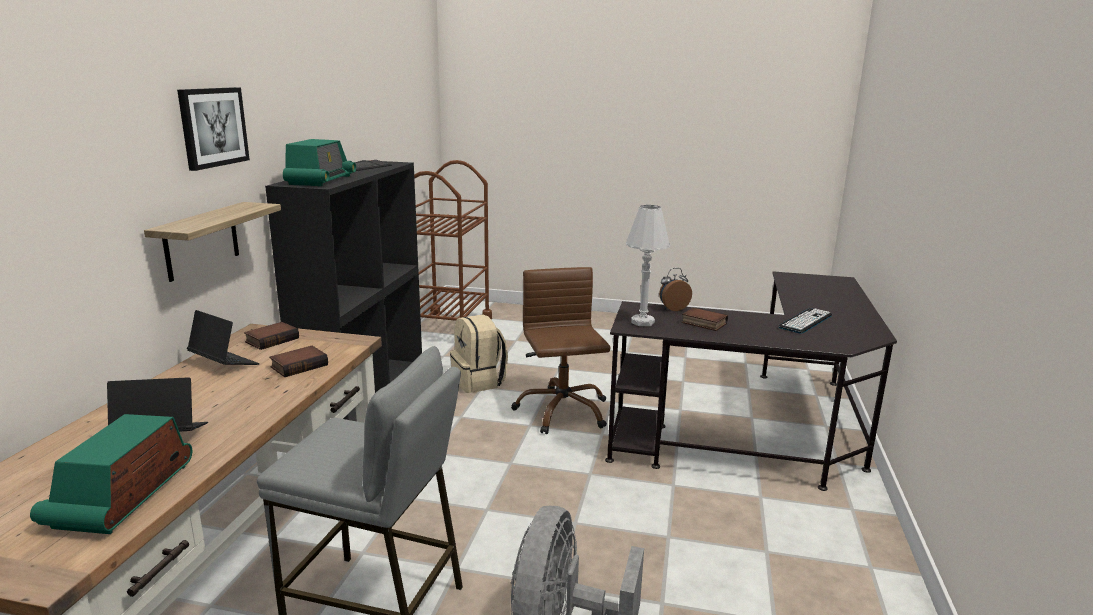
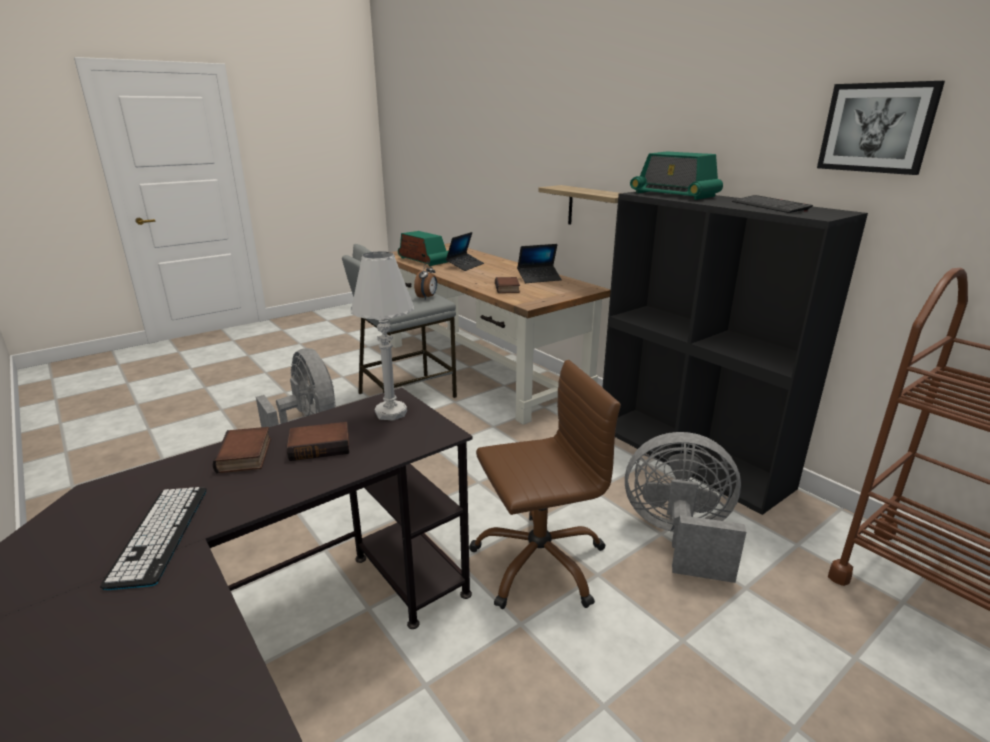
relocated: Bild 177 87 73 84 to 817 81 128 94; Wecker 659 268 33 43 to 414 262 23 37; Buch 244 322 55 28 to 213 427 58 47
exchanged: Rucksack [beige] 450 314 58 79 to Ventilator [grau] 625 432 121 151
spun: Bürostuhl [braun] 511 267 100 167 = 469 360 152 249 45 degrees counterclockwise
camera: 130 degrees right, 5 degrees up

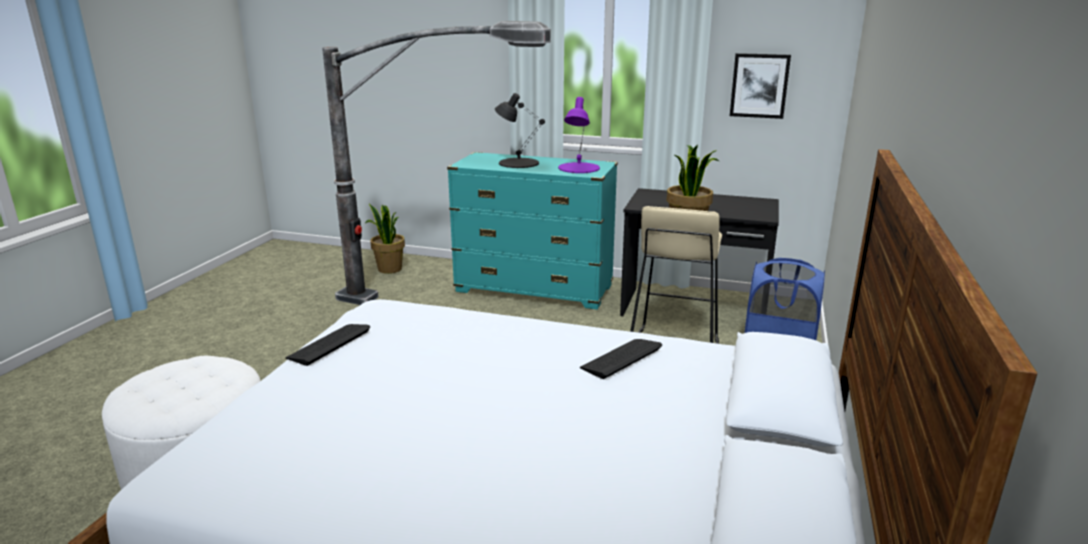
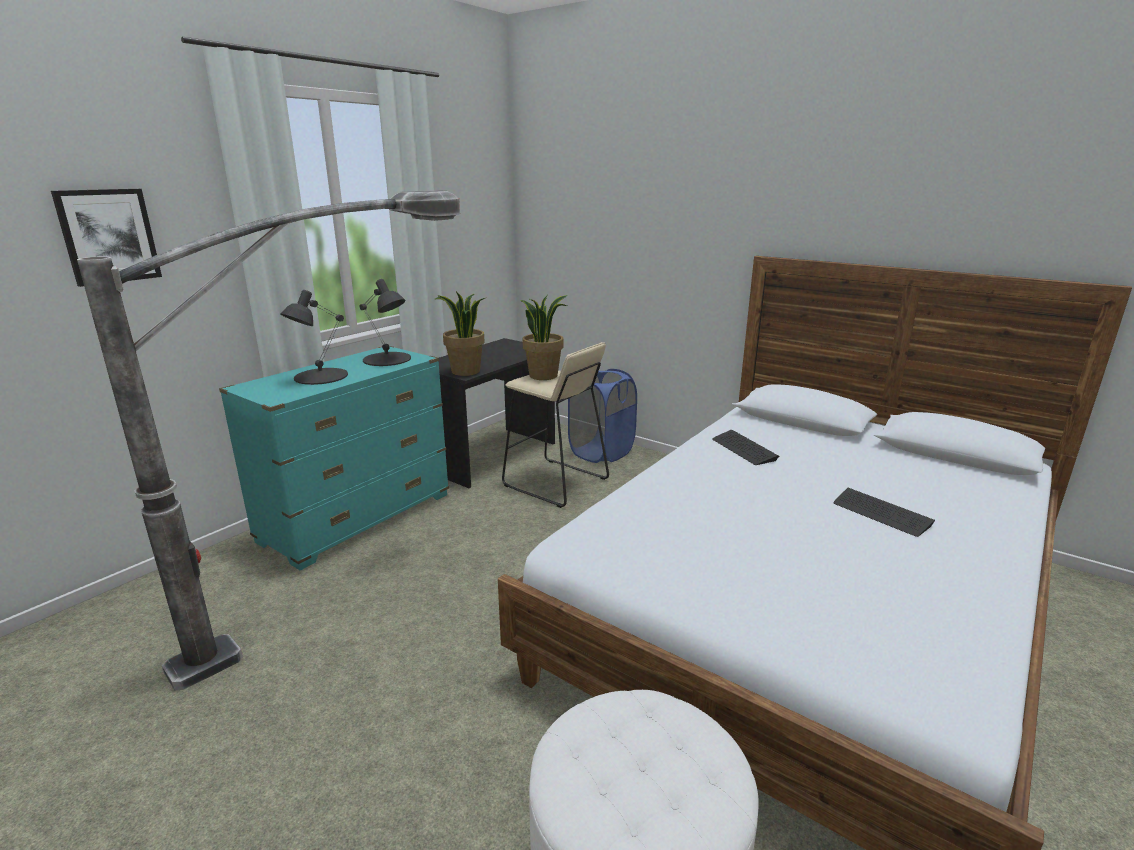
relocated: Bild 730 53 61 66 to 51 189 111 98; Topfpflanze 365 204 40 70 to 435 291 50 85; Tastatur 285 324 85 42 to 834 488 101 49
colour: Tischlampe [lila] 558 97 42 76 to Tischlampe [schwarz] 360 279 51 87
camera: 70 degrees left, 0 degrees up

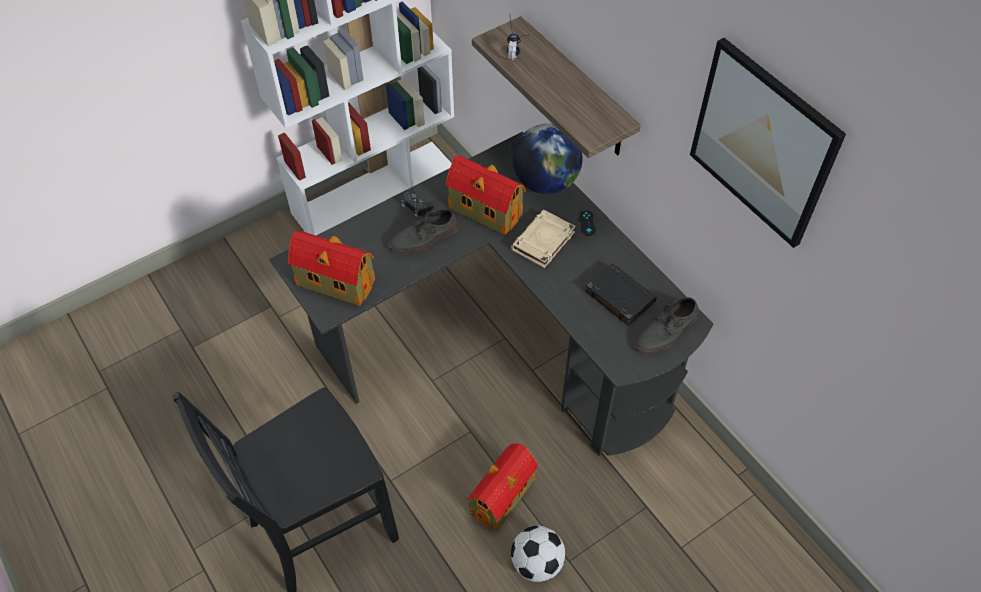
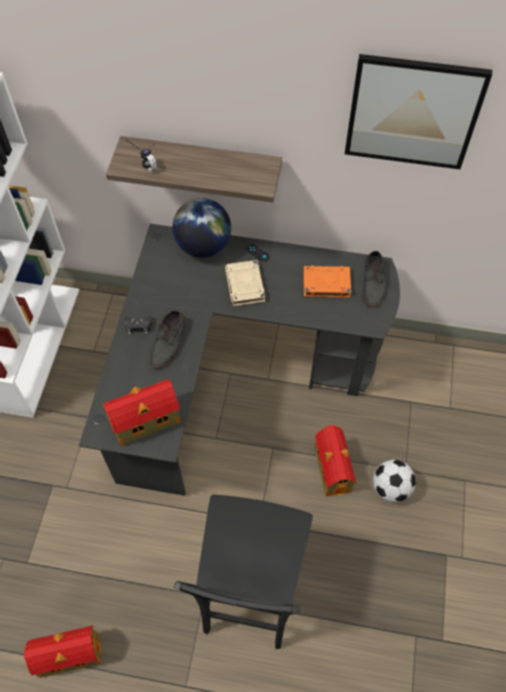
relocated: Spielzeughaus 446 155 80 80 to 24 625 77 53
colour: Buch [schwarz] 585 263 72 62 to Buch [orange] 304 266 47 32
camera: 45 degrees left, 5 degrees up

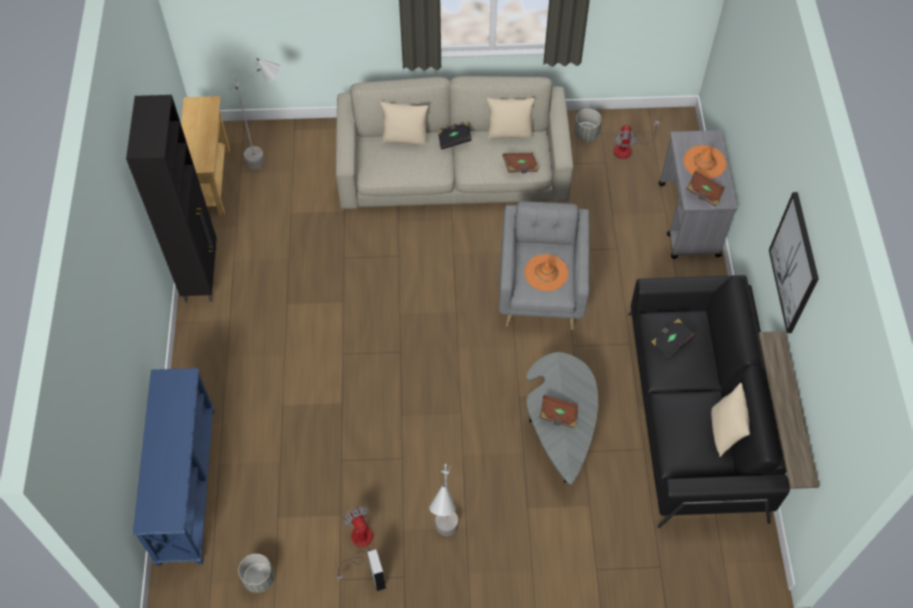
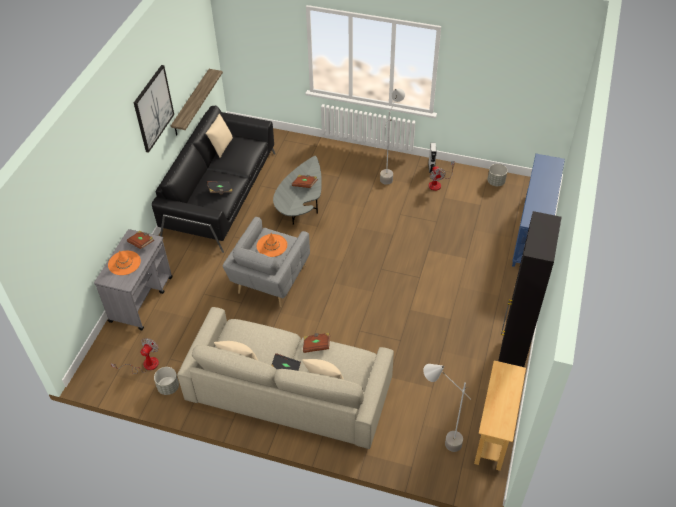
relocated: Buch [braun] 502 153 37 21 to 303 333 27 20
camera: 160 degrees left, 10 degrees down

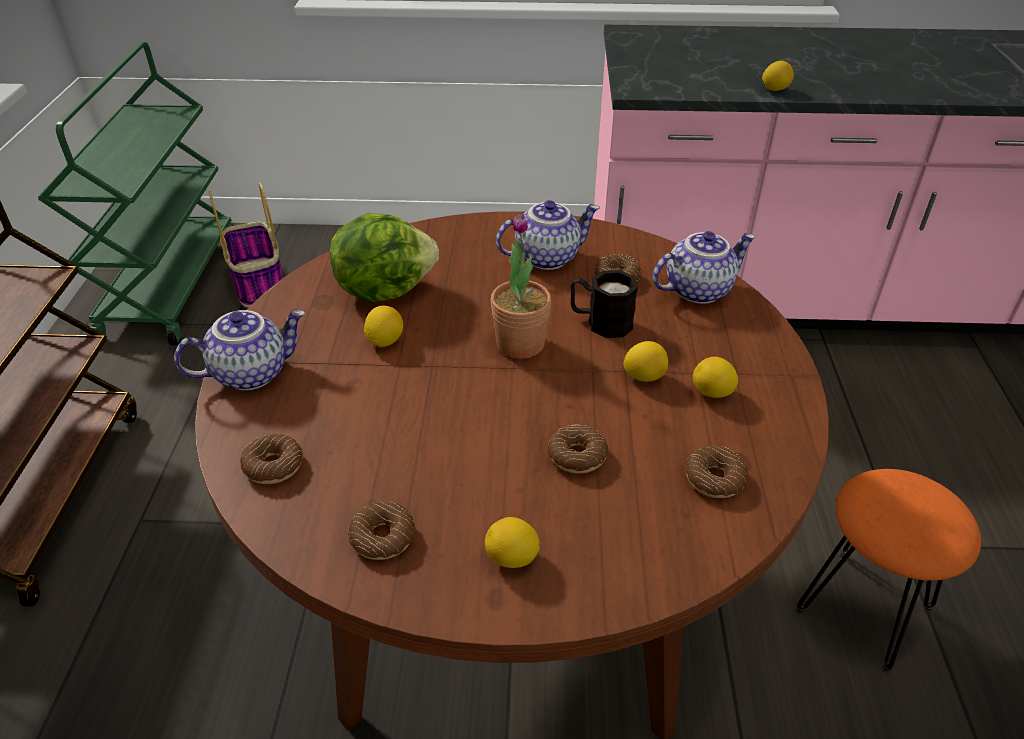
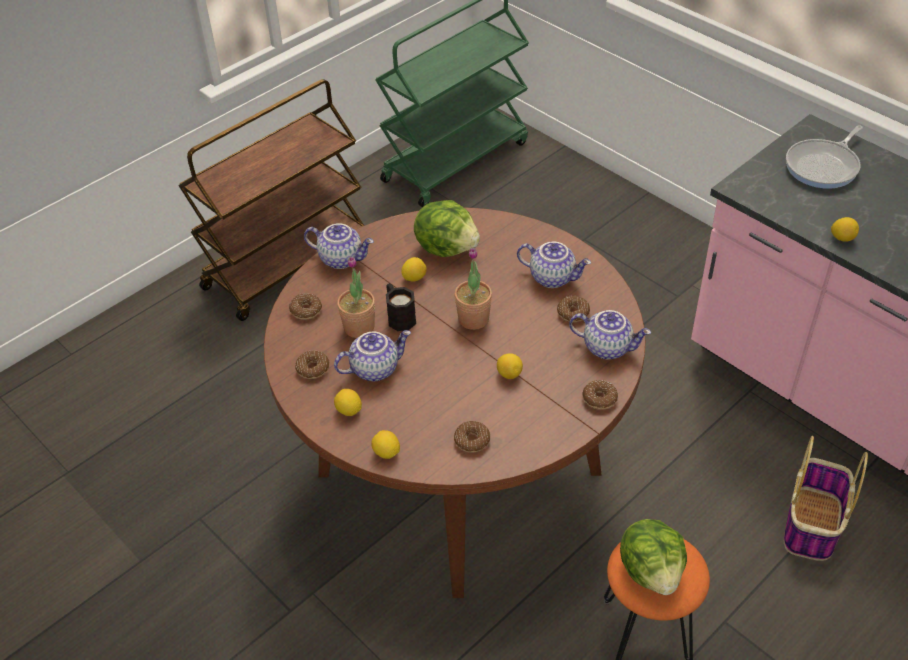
appeared: Pfanne 786 125 77 64; Topfpflanze 337 256 38 82; Teekanne 334 330 77 51; Salatkopf 620 519 67 76
relocated: Korb 209 182 74 125 to 784 436 84 125; Henkelbecher [schwarz] 570 270 68 68 to 386 283 30 48; Zitrone 693 357 45 41 to 371 430 29 29; Donut 548 425 61 49 to 583 380 35 30
camera: 45 degrees right, 5 degrees up

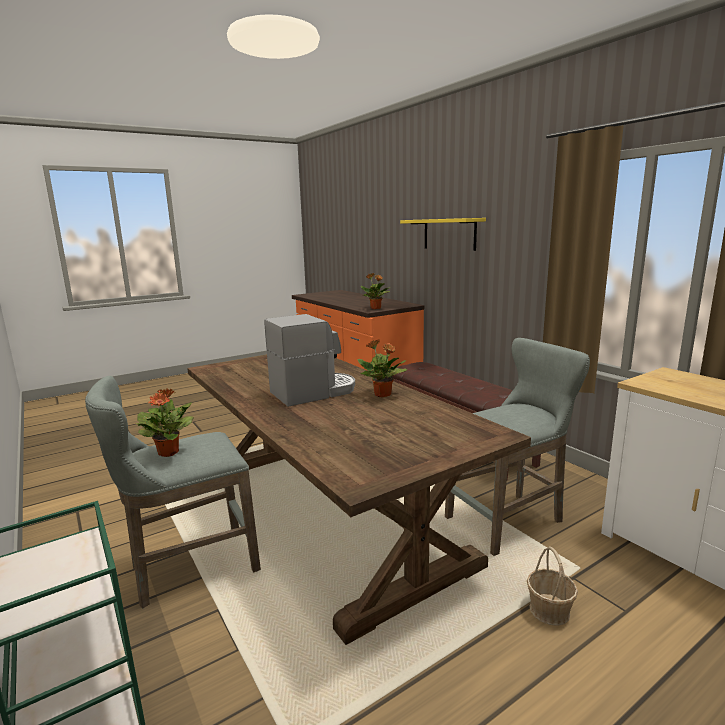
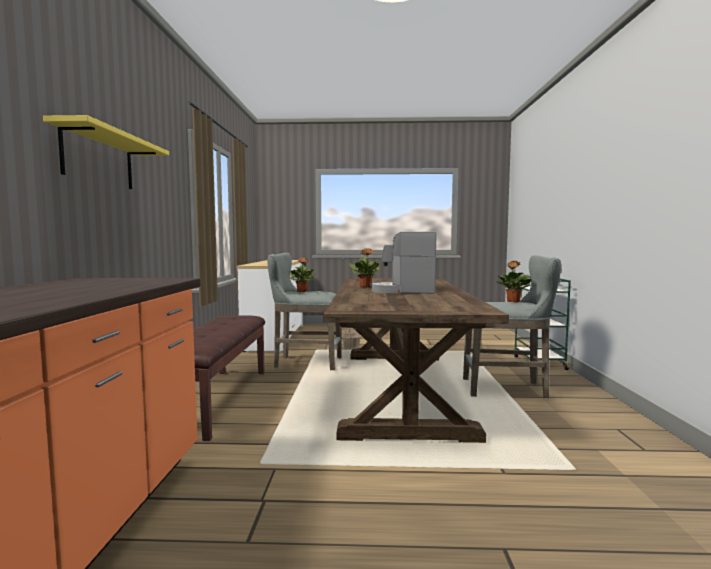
relocated: Topfpflanze 360 273 30 36 to 289 258 27 34
camera: 145 degrees left, 10 degrees down

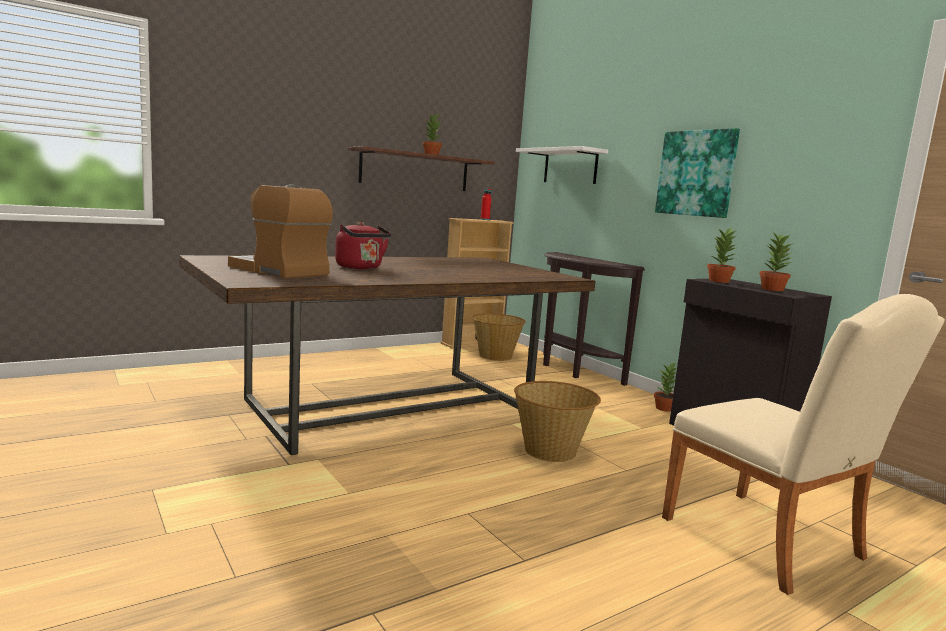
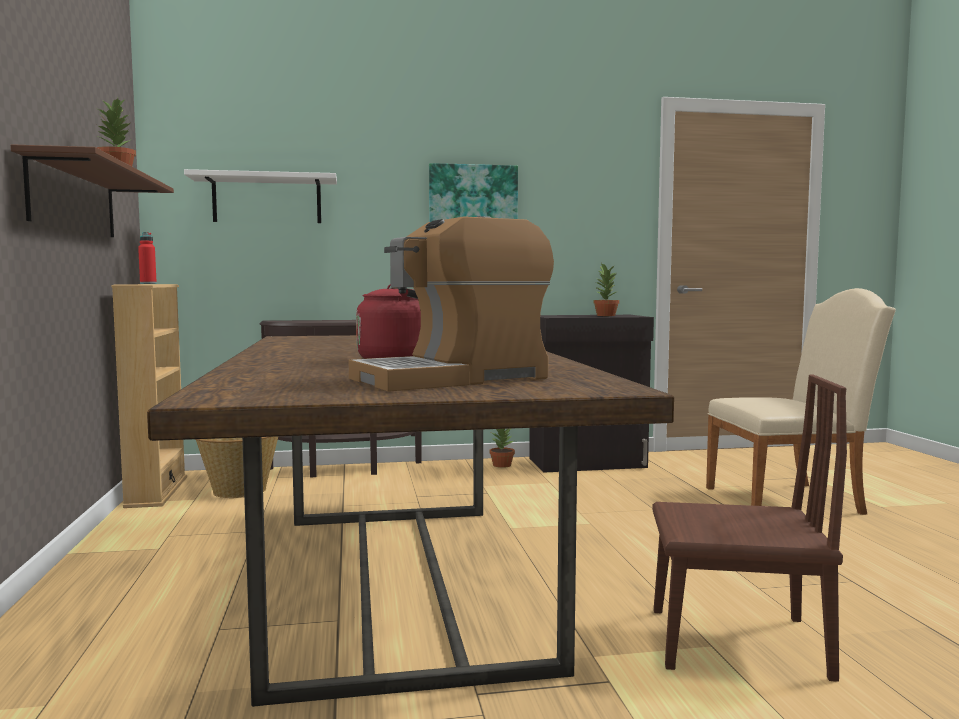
missing: Topfpflanze 707 228 31 55; Korb 514 381 87 81
appeared: Stuhl [braun] 652 374 195 308
camera: 65 degrees left, 5 degrees down

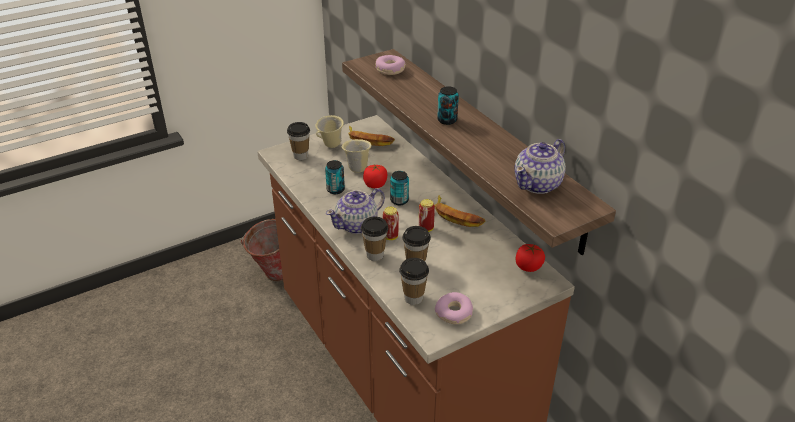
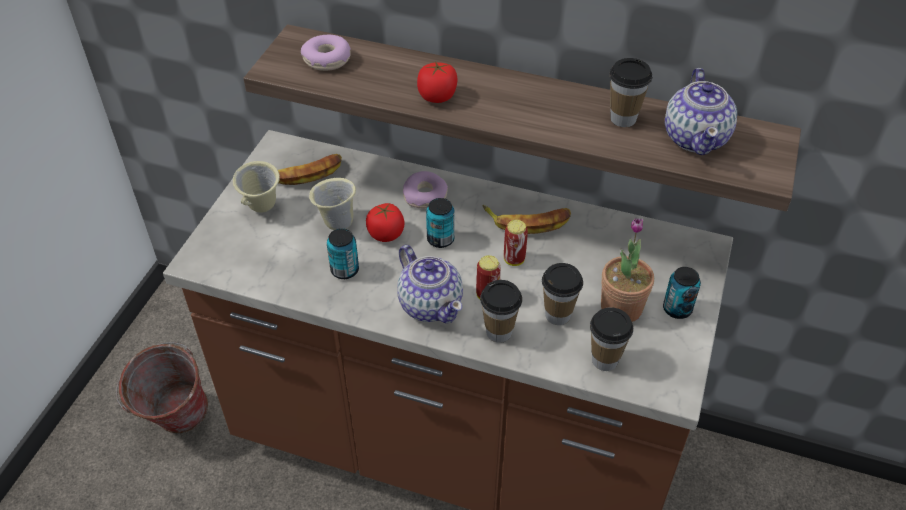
appeared: Topfpflanze 601 217 53 105
relocated: Dose 437 86 22 39 to 663 267 38 52; Tasse 287 122 23 38 to 609 58 43 69; Tomate 516 244 29 28 to 417 61 41 42; Donut 435 292 38 32 to 403 171 45 37
spun: Teekanne 326 188 59 46 = 397 245 66 78 45 degrees counterclockwise
camera: 40 degrees left, 10 degrees up

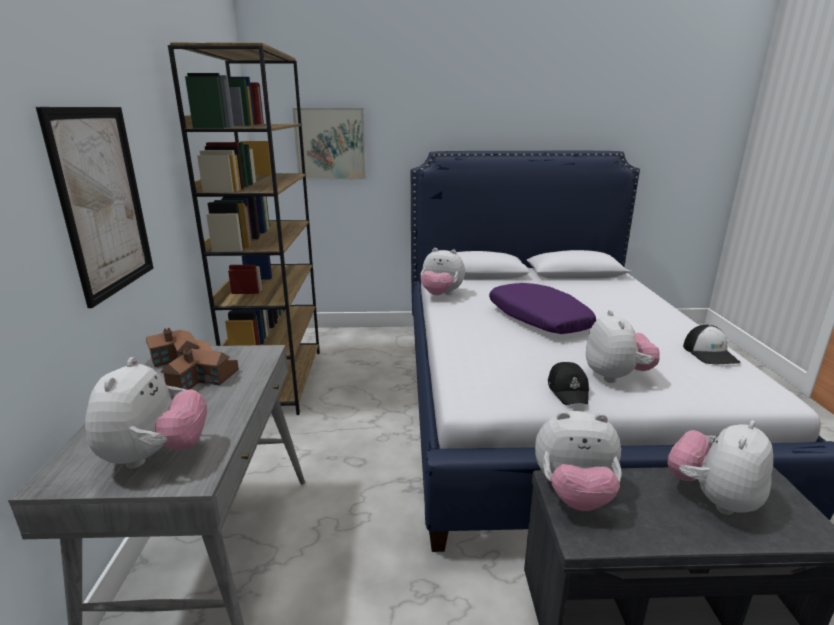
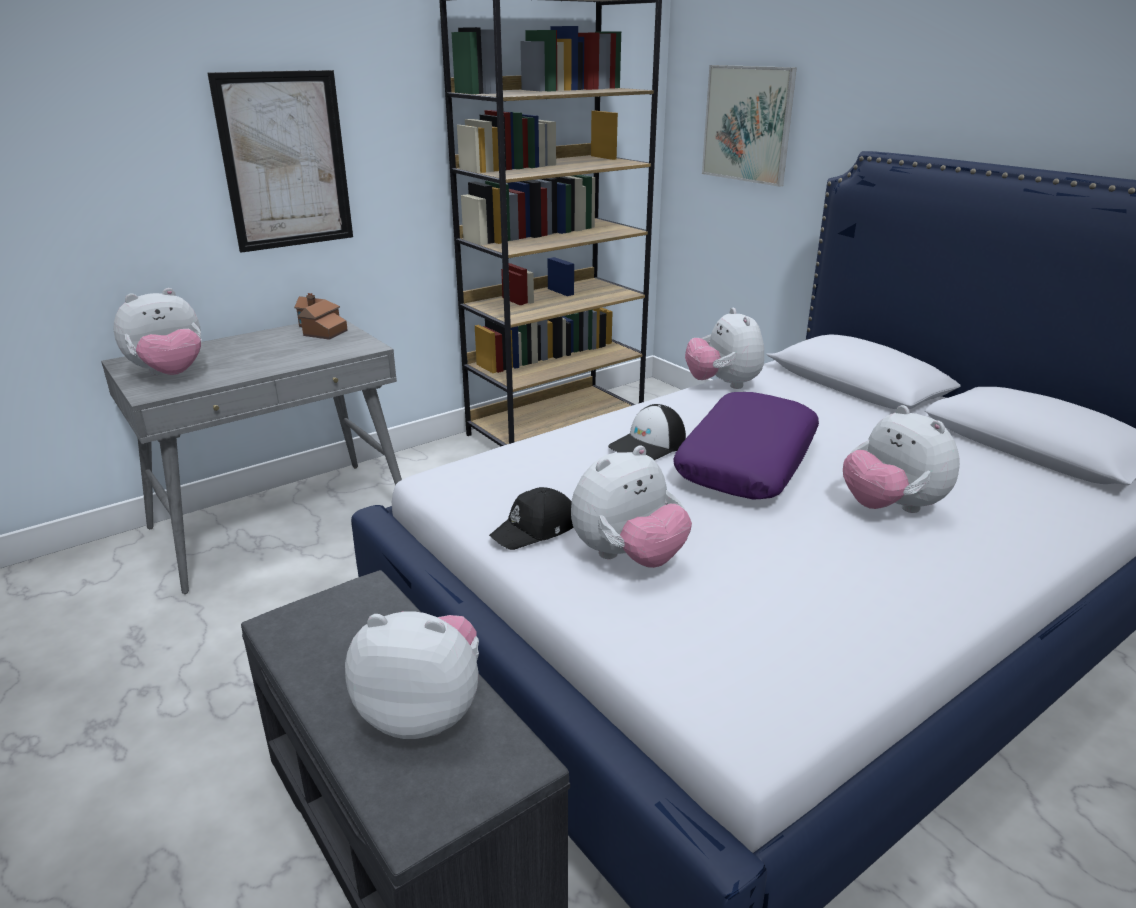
missing: Spielzeughaus 161 348 78 42
relocated: Kappe 683 325 57 39 to 608 404 78 56; Plüschtier 535 411 87 100 to 843 405 117 108
camera: 55 degrees right, 5 degrees up

